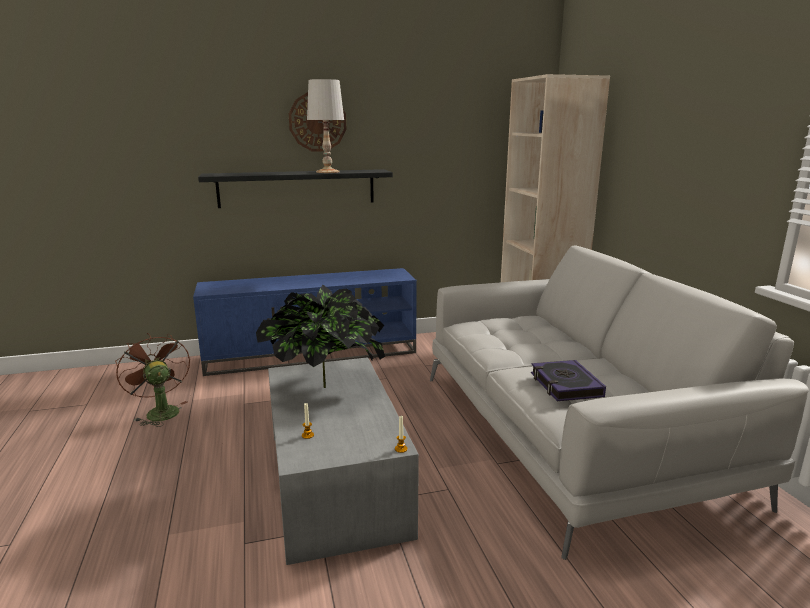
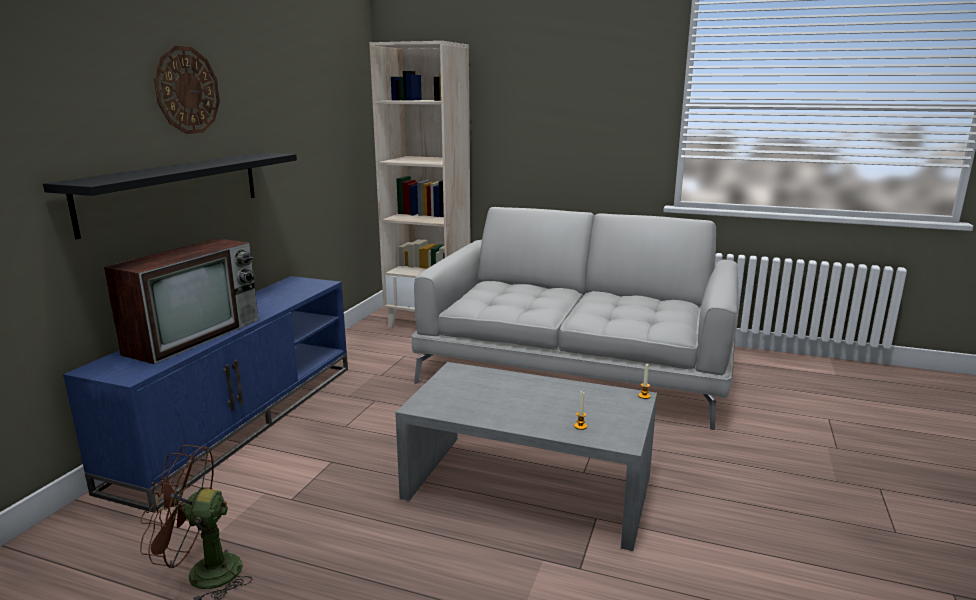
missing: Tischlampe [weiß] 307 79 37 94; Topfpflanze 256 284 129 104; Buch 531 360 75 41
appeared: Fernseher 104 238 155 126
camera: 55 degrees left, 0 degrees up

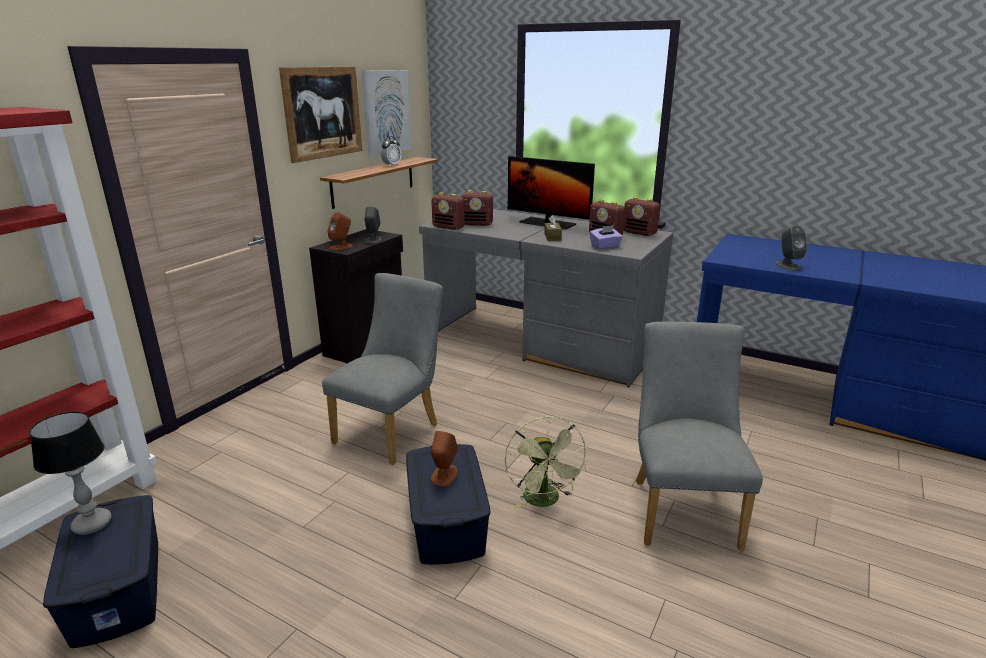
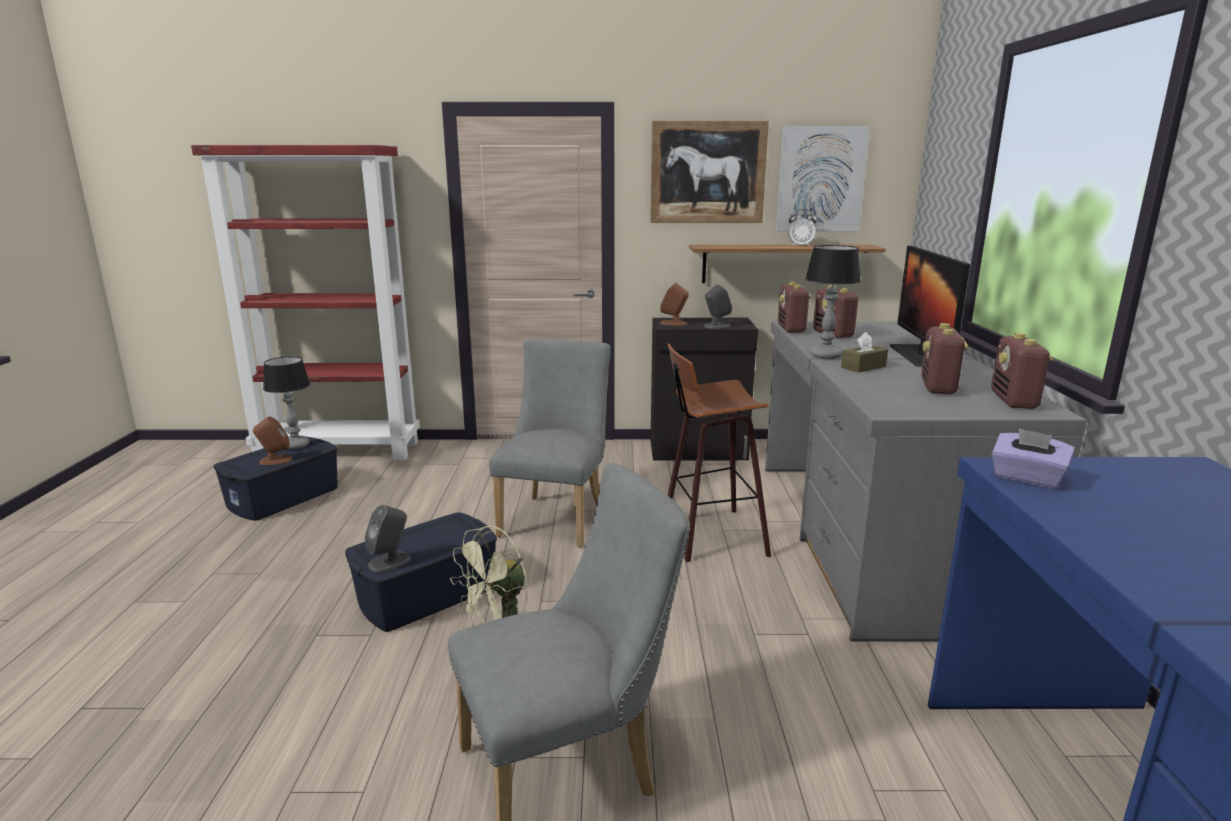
appeared: Tischlampe 805 245 56 114; Hocker 668 344 103 218
relocated: Taschentuchbox [lila] 590 225 32 24 to 992 428 83 61; Lautsprecher [grau] 775 225 32 46 to 365 505 46 67; Lautsprecher [braun] 430 431 28 55 to 253 416 40 49
spun: Stuhl [grau] 322 273 121 192 = 489 339 122 208 75 degrees counterclockwise
camera: 60 degrees right, 5 degrees down

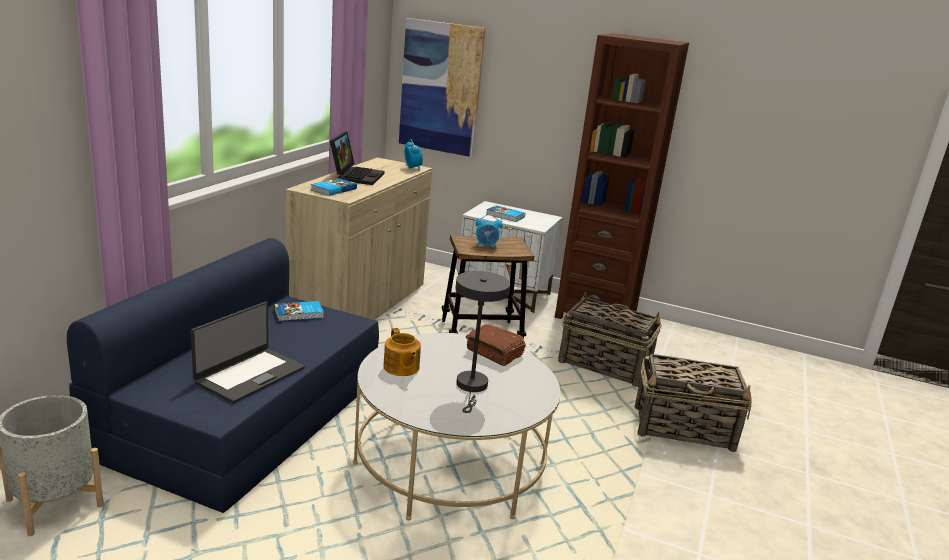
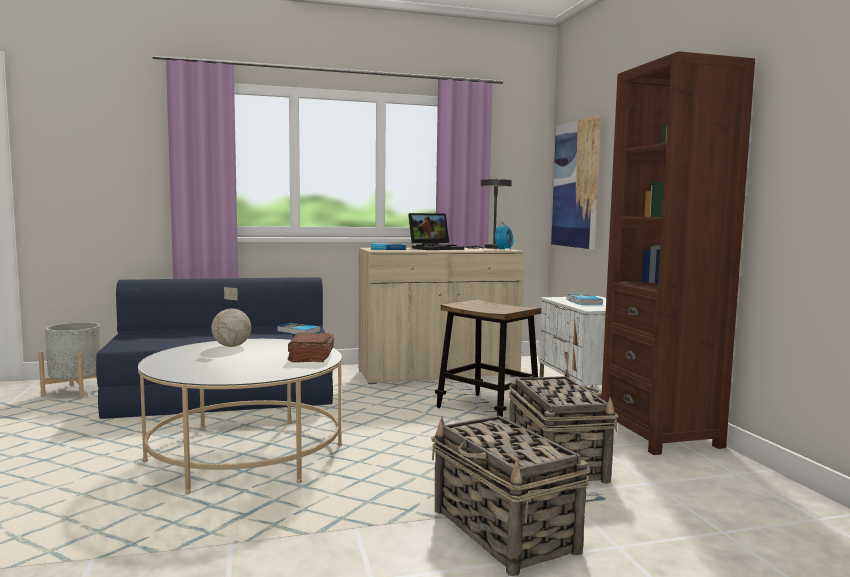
missing: Wecker 476 214 27 35; Laptop 191 302 114 101
relocated: Tischlampe [grau] 455 271 55 142 to 466 179 46 70
exchanged: Teekanne 383 328 38 48 to Globus 211 287 40 60
camera: 55 degrees right, 15 degrees down

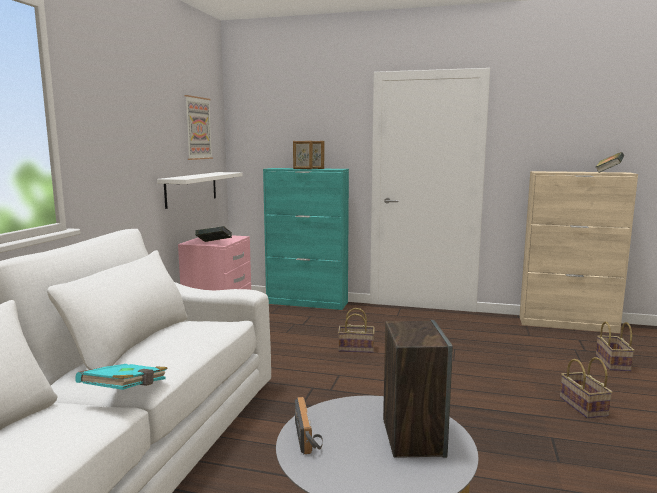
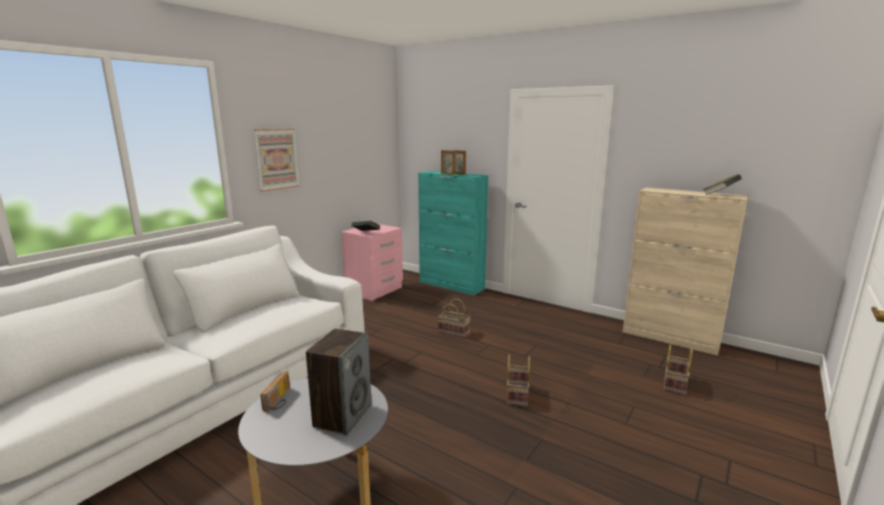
missing: Wandregal [weiß] 157 172 86 37; Buch [türkis] 75 364 93 26
relocated: Bild 185 95 28 65 to 254 129 45 63; Korb 560 357 52 62 to 507 355 23 51
camera: 20 degrees right, 5 degrees up

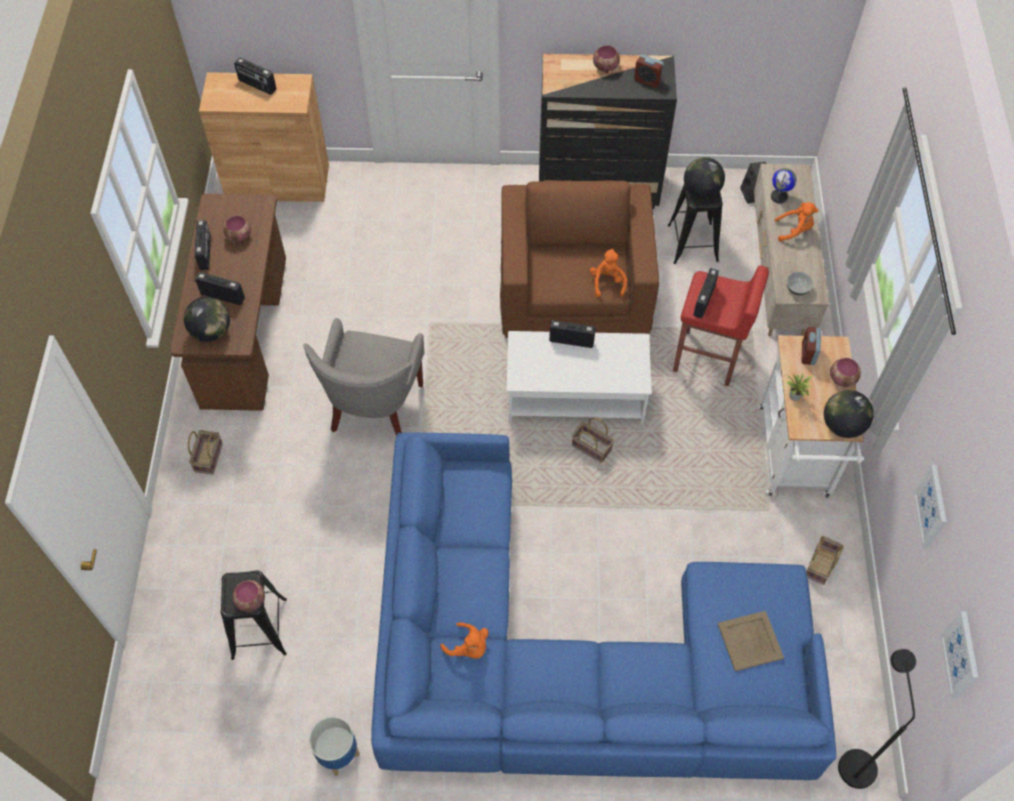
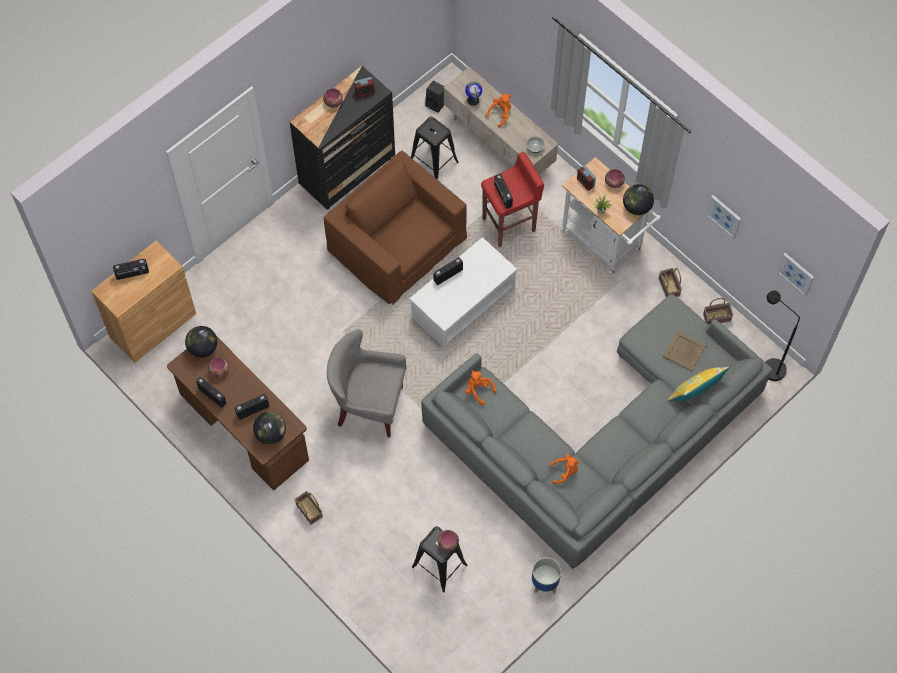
appeared: Kissen [gelb] 667 367 62 34
relocated: Globus 684 157 41 42 to 185 326 32 32; Plüschtier [orange] 590 249 37 48 to 465 370 31 35; Korb 572 418 42 45 to 703 298 30 27
colour: Sofa [blau] 371 432 465 348 to Sofa [grau] 421 294 351 275
spun: Sessel [grau] 303 318 122 118 = 327 329 80 109 135 degrees clockwise
camera: 45 degrees left, 5 degrees up

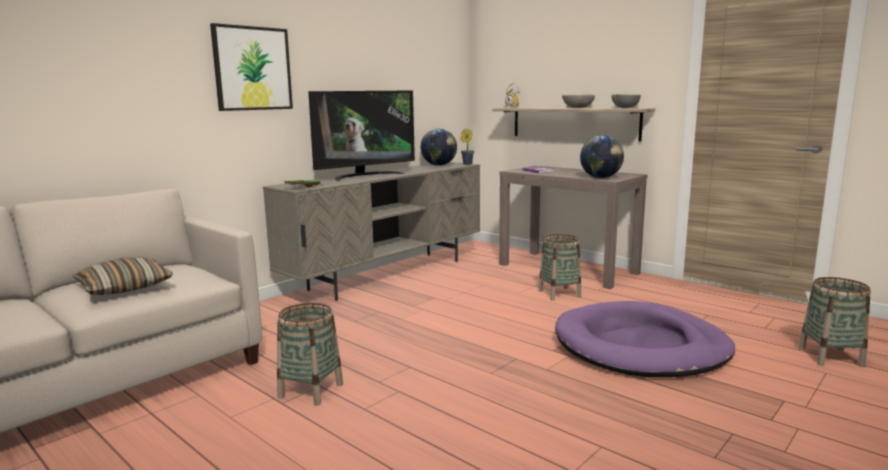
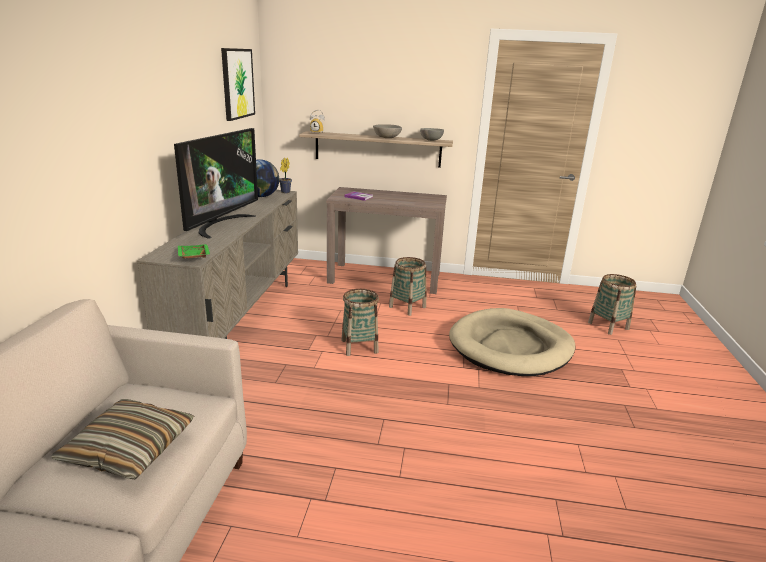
missing: Globus 580 135 44 43
relocated: Bild 210 23 83 88 to 221 48 34 73; Korb 277 303 66 103 to 342 289 37 67
colour: Hundebett [lila] 555 301 180 76 to Hundebett [beige] 449 308 126 68
camera: 35 degrees left, 10 degrees up

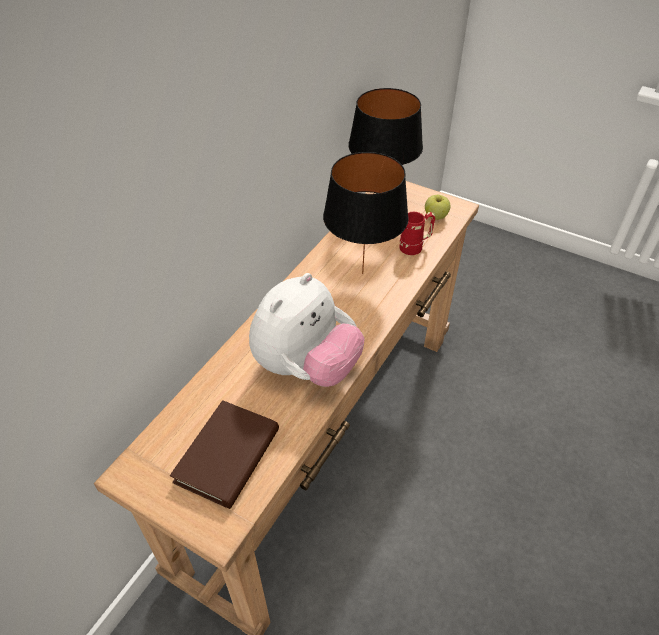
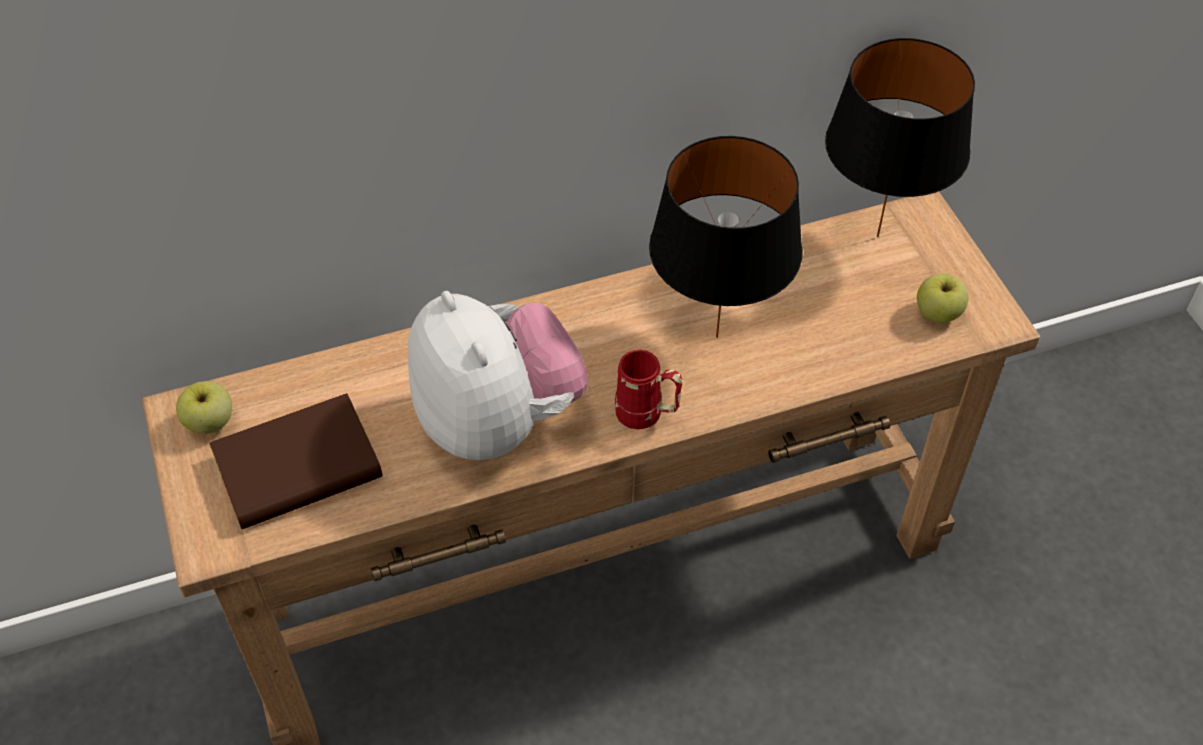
appeared: Apfel 176 381 56 53
relocated: Henkelbecher [rot] 399 212 36 43 to 615 350 68 79
spun: Plüschtier 249 273 116 114 = 408 291 180 169 105 degrees counterclockwise
camera: 40 degrees right, 5 degrees up

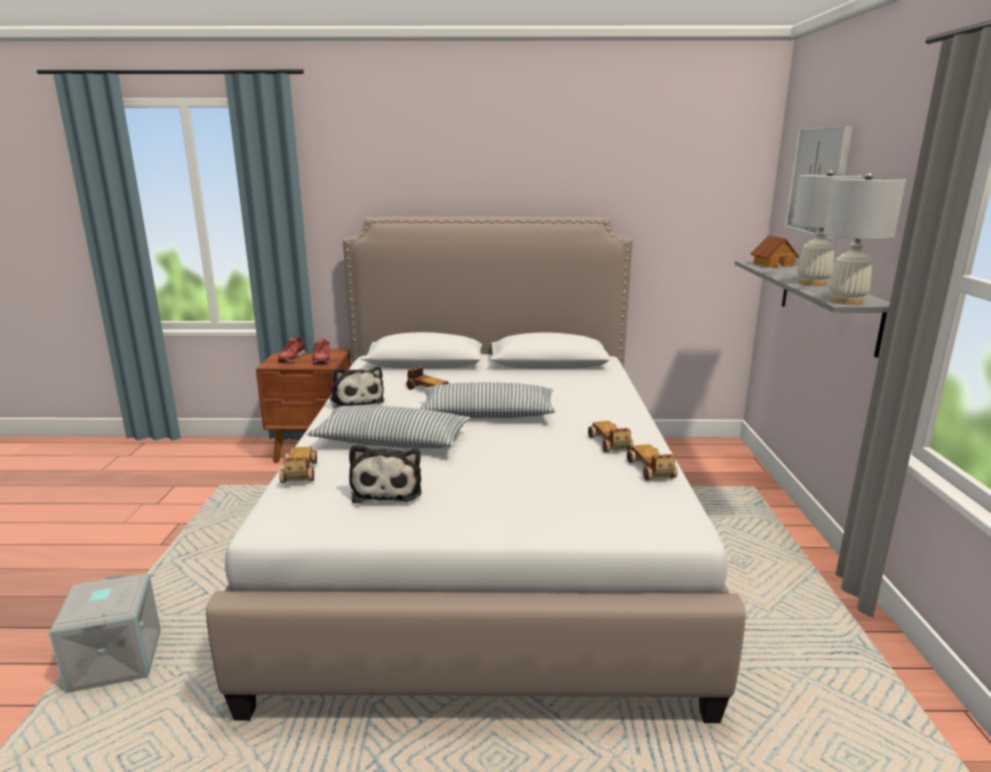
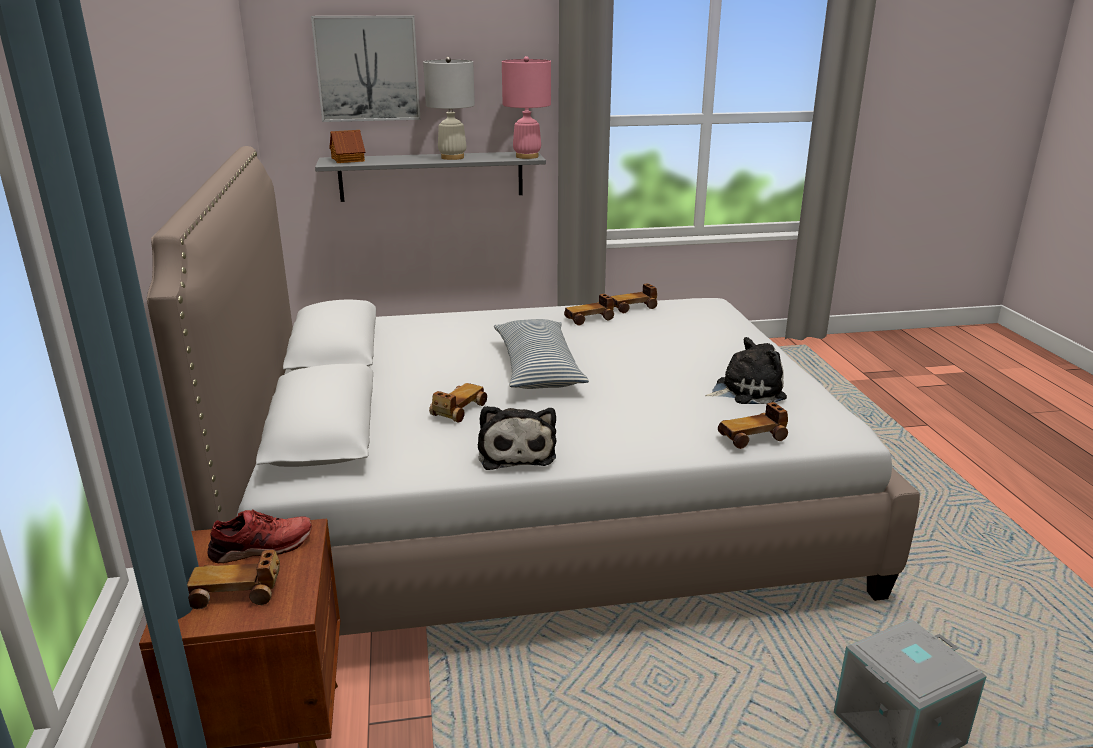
missing: Kissen 307 405 163 43
exchanged: Schuh [rot] 278 338 28 25 to Spielzeugauto 187 550 93 59
colour: Tischlampe [weiß] 823 173 83 132 to Tischlampe [rosa] 502 56 49 103
spun: Plüschtier 330 366 55 42 = 478 406 78 64 120 degrees clockwise
camera: 100 degrees left, 5 degrees up

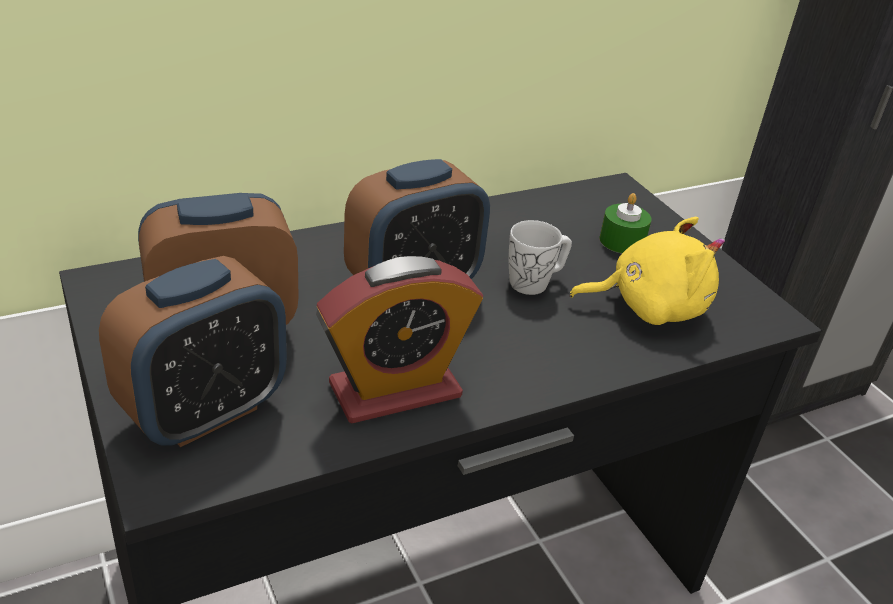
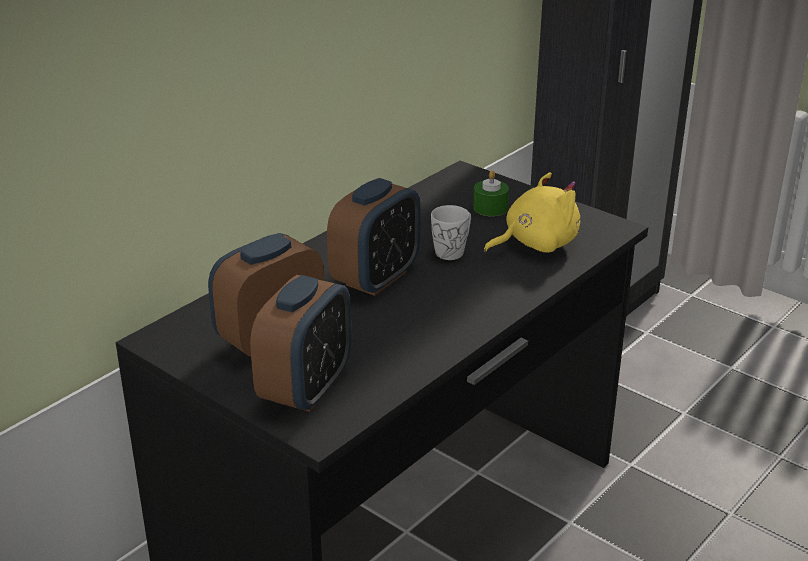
missing: Wecker 316 256 167 168
camera: 20 degrees left, 5 degrees down

